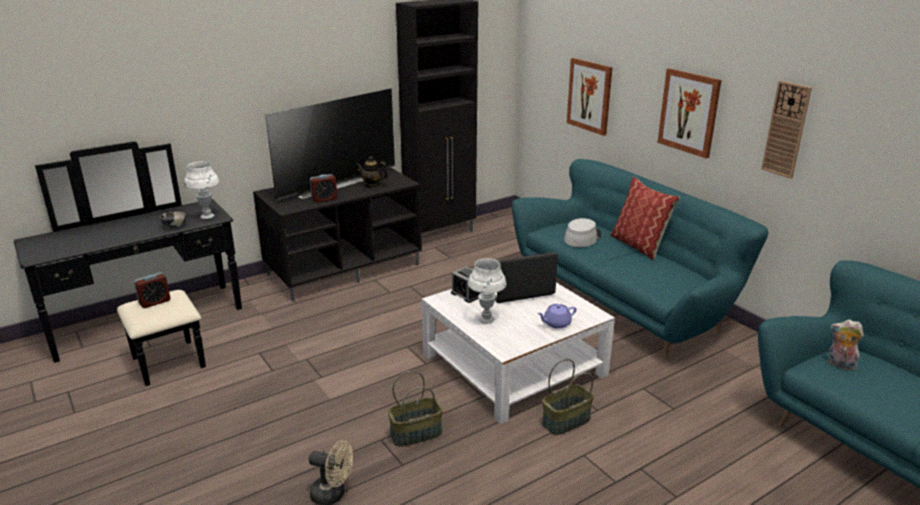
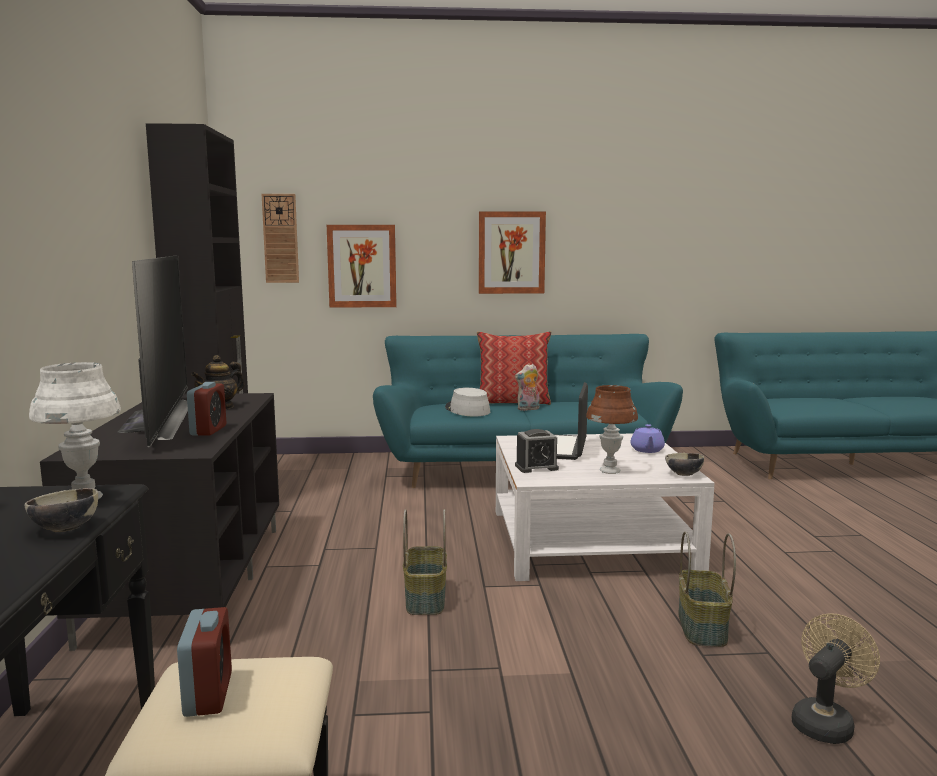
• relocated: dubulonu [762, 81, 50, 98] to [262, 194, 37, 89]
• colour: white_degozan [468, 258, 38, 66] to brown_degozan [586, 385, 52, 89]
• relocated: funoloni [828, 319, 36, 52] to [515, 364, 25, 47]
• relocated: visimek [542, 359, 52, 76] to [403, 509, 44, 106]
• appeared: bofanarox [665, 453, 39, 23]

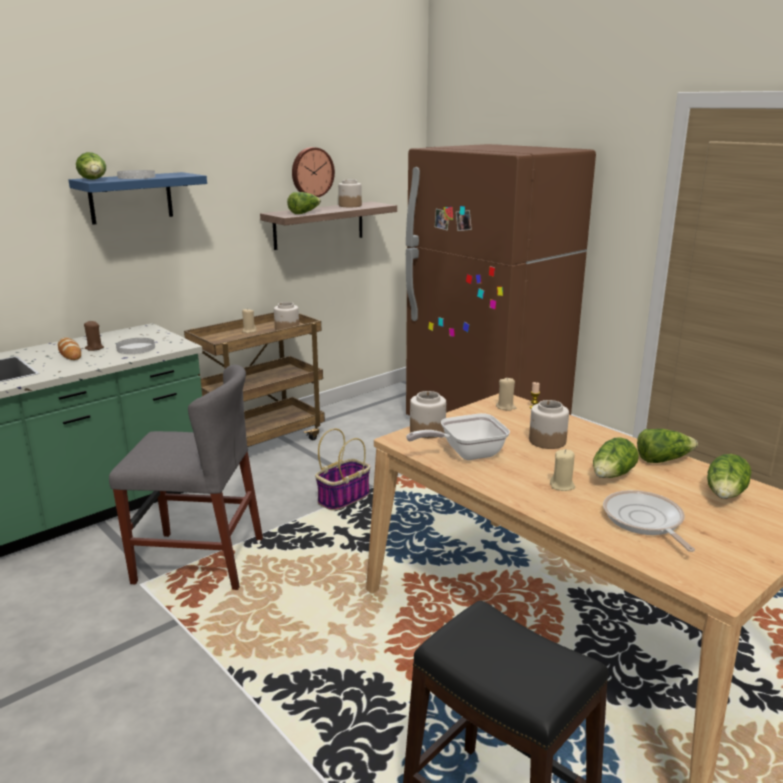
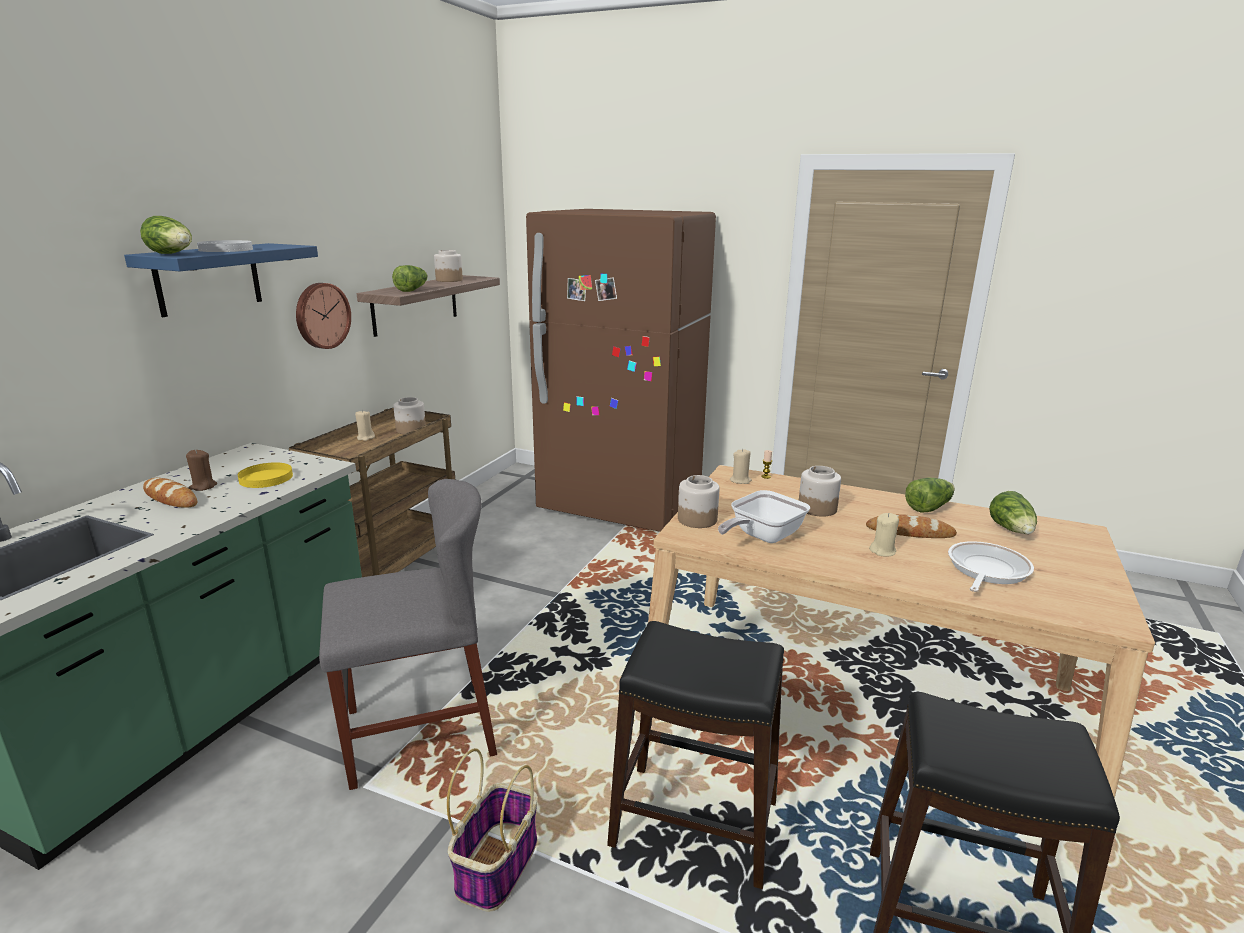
• relocated: dubulonu [292, 147, 43, 50] to [296, 283, 55, 66]
• colour: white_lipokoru [116, 338, 39, 16] to yellow_lipokoru [238, 463, 55, 25]
• relocated: visimek [315, 429, 55, 81] to [447, 748, 91, 164]
• exchanged: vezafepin [593, 437, 46, 41] to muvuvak [866, 514, 91, 24]
• spun: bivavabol [603, 490, 92, 62] = [948, 541, 86, 51] 75 degrees clockwise
• appeared: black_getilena [607, 621, 177, 268]

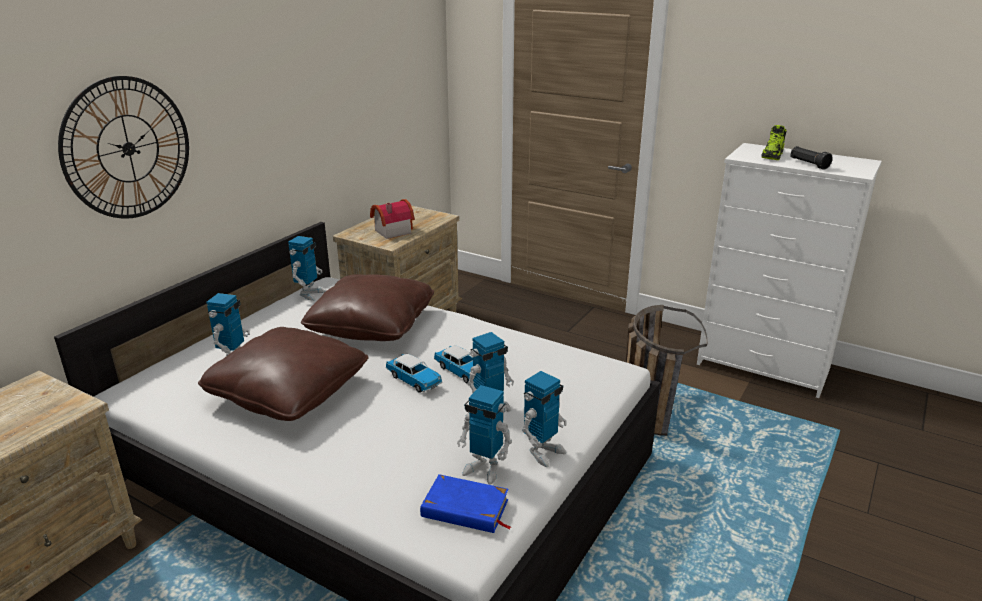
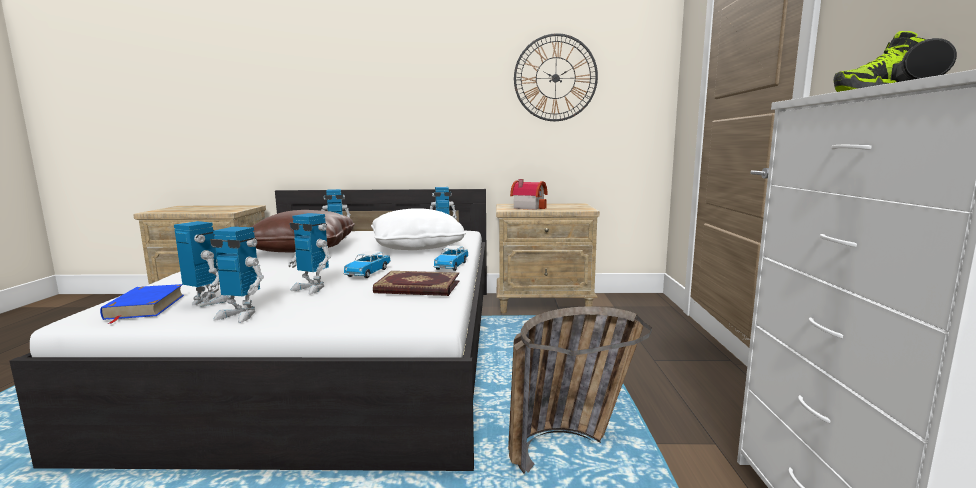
• relocated: dubulonu [58, 76, 131, 143] to [514, 33, 84, 88]
• colour: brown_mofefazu [301, 274, 133, 67] to white_mofefazu [371, 208, 95, 42]
• relocated: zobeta [386, 354, 56, 39] to [433, 245, 35, 26]
• spun: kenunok [457, 385, 55, 99] = [174, 221, 56, 86] 120 degrees clockwise
• appeared: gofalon [373, 271, 86, 25]

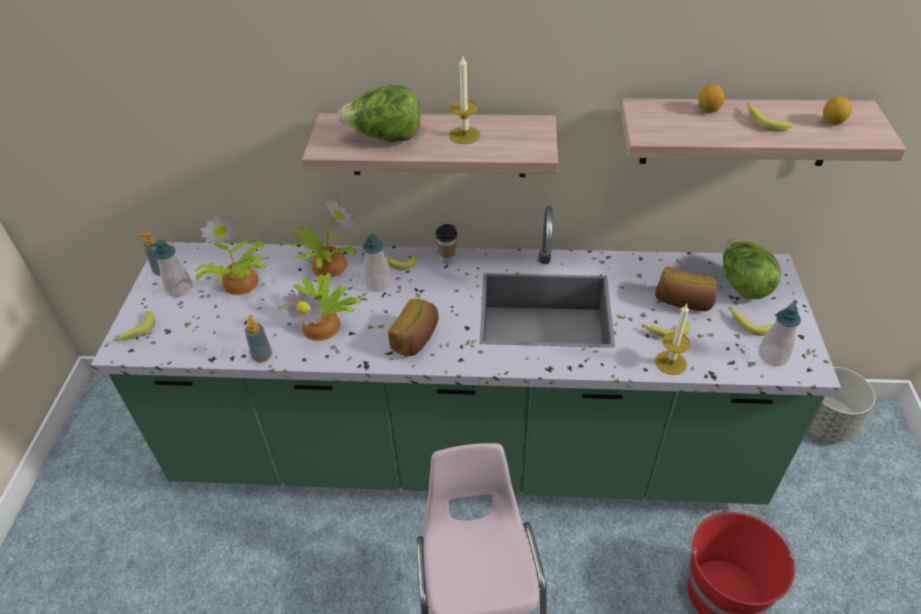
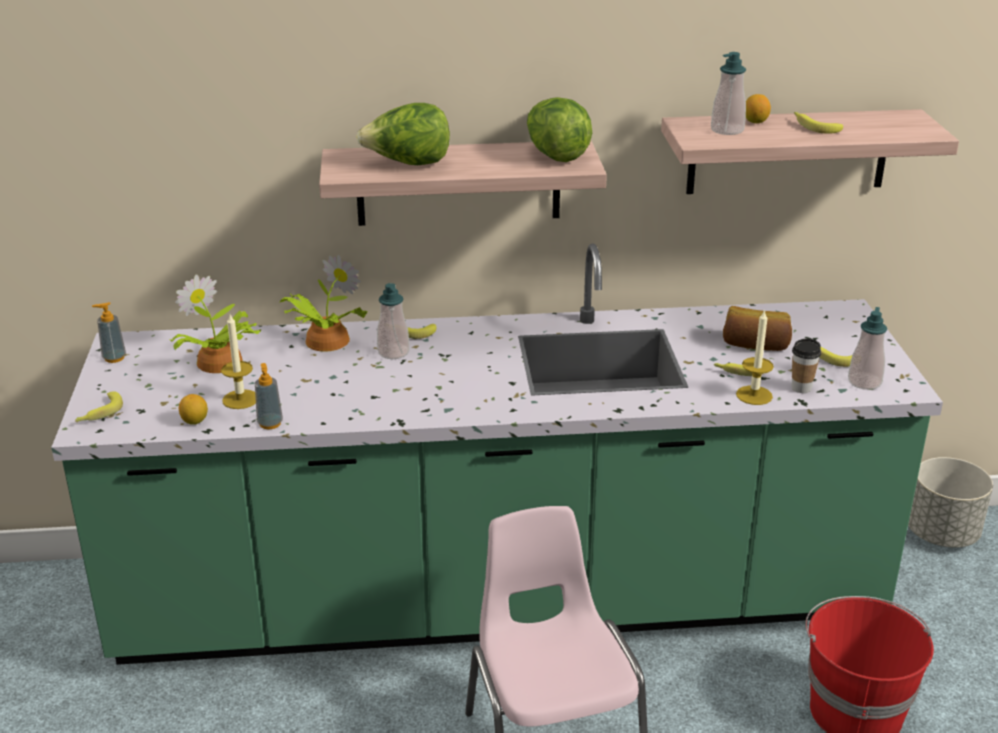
• relocated: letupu [449, 56, 32, 88] to [221, 315, 35, 94]
• relocated: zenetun [823, 96, 29, 29] to [179, 394, 29, 31]
• relocated: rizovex [435, 224, 22, 40] to [792, 338, 29, 55]
• relocated: vezafepin [723, 239, 58, 60] to [527, 97, 65, 65]
• relocated: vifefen [149, 240, 43, 57] to [711, 52, 35, 83]
• missing: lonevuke [278, 273, 83, 68]
• missing: muvuvak [388, 299, 51, 57]

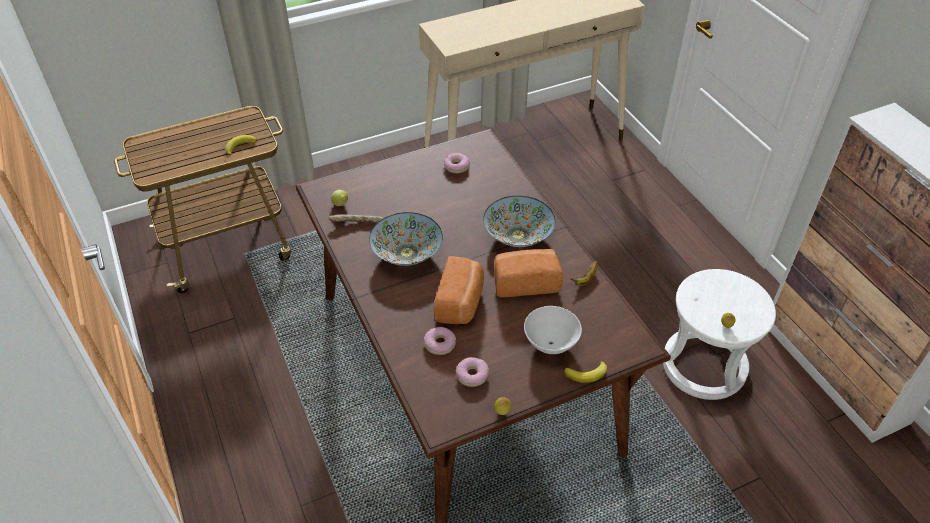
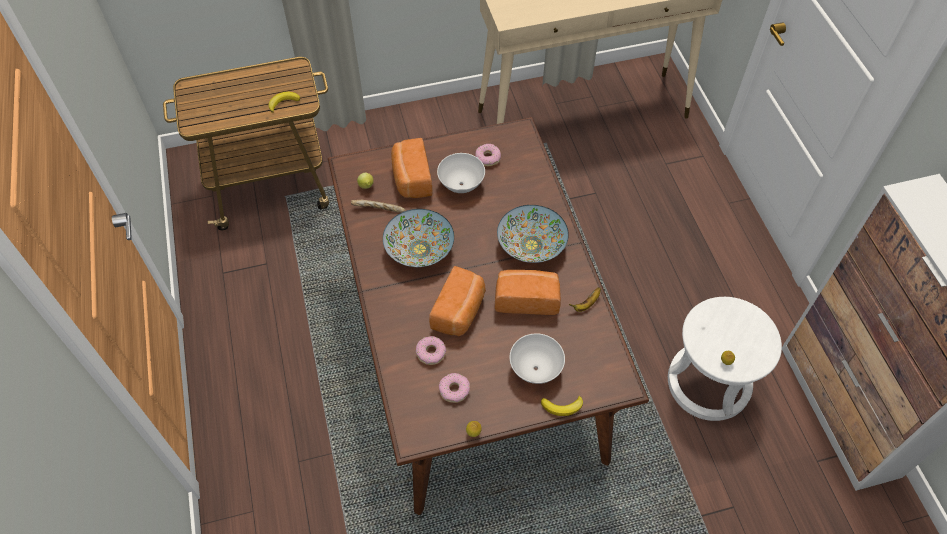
• appeared: muvuvak [391, 138, 42, 60]
• appeared: white_bofanarox [437, 153, 48, 40]

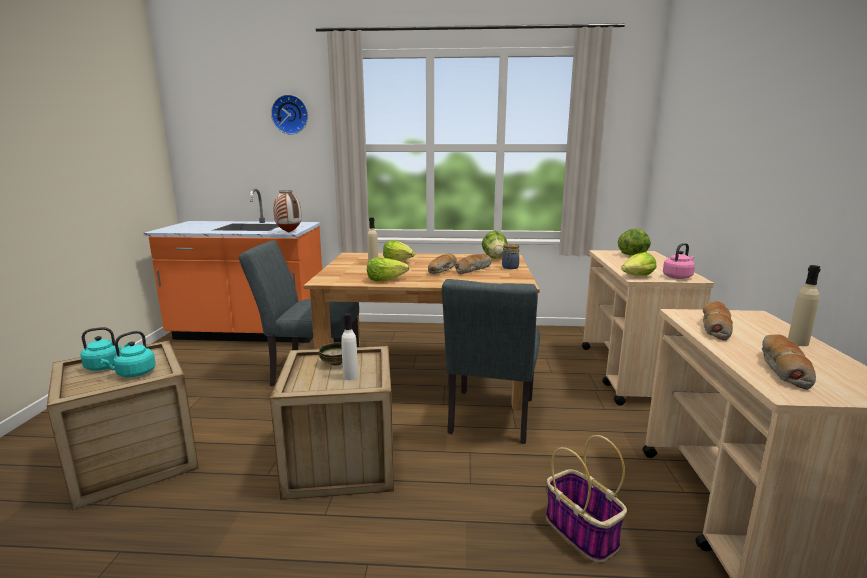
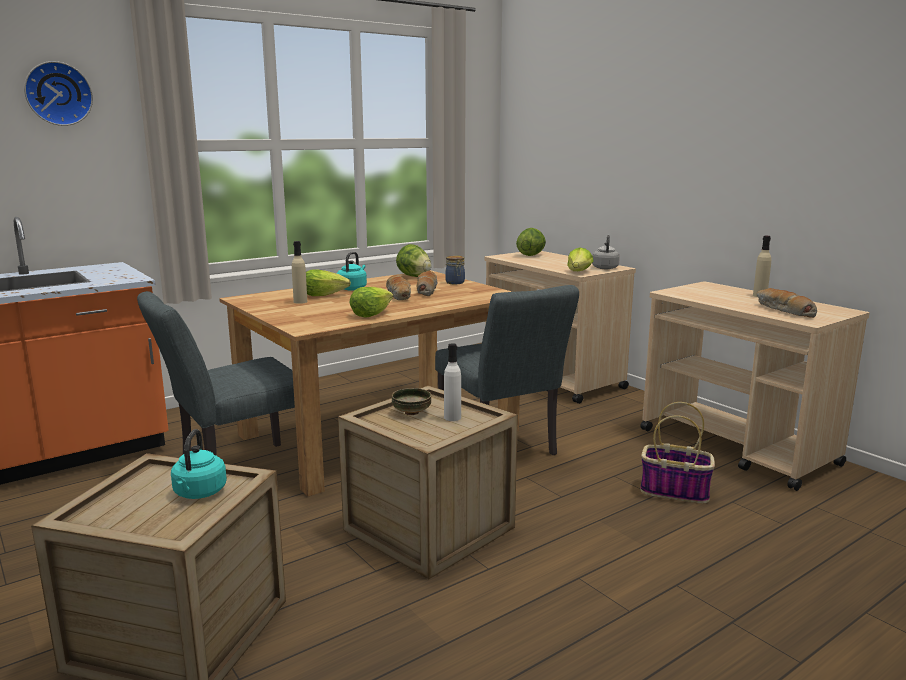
• missing: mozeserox [273, 190, 29, 42]
• colour: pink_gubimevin [663, 243, 32, 36] to grey_gubimevin [592, 235, 28, 34]
• missing: muvuvak [703, 301, 30, 40]
• relocated: turquoise_gubimevin [80, 327, 51, 44] to [337, 252, 30, 39]

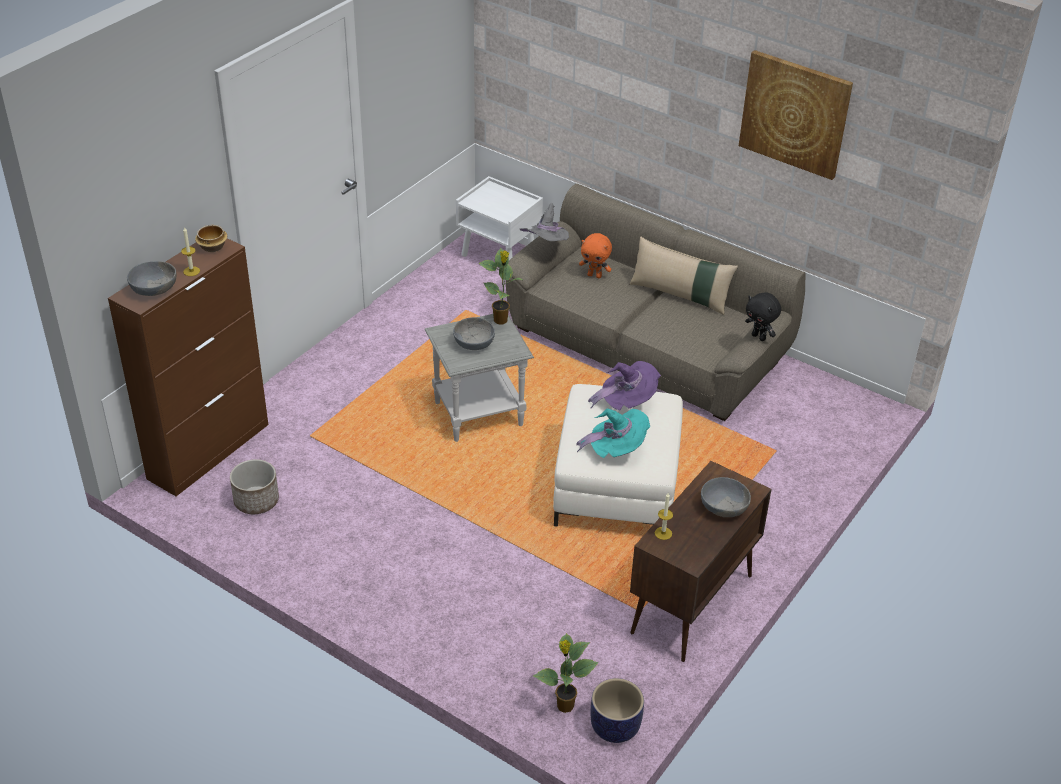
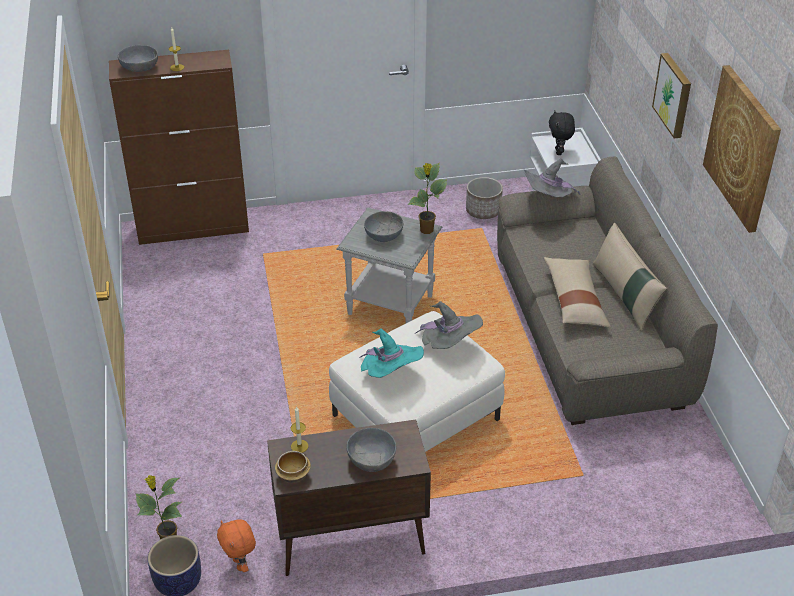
• relocated: bofanarox [195, 225, 32, 27] to [275, 451, 36, 32]
• relocated: orange_funoloni [579, 233, 33, 45] to [217, 520, 39, 52]
• relocated: black_funoloni [745, 292, 36, 49] to [549, 111, 26, 44]
• colour: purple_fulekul [588, 361, 73, 49] to grey_fulekul [416, 301, 67, 48]
• relocated: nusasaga [230, 459, 49, 55] to [466, 177, 37, 42]
• appeared: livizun [652, 53, 39, 86]
• appeared: beige_mofefazu [544, 257, 67, 70]

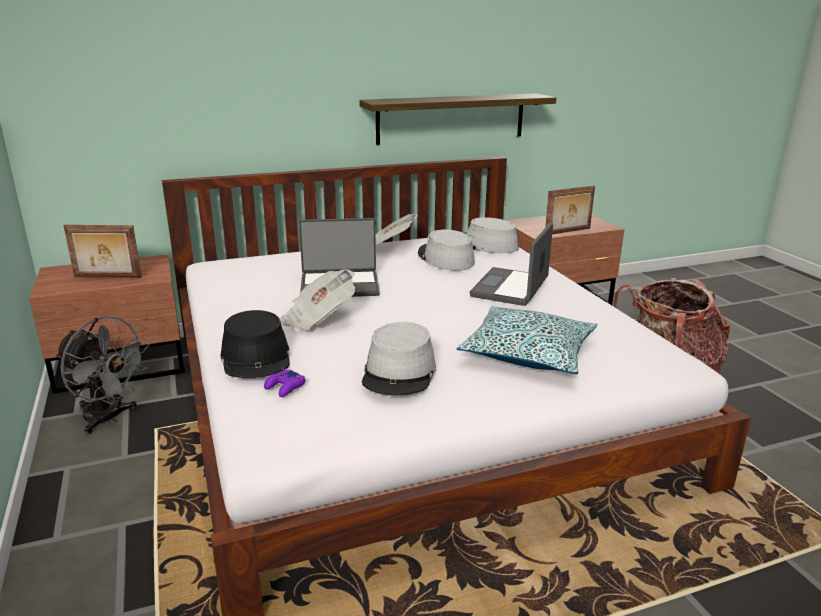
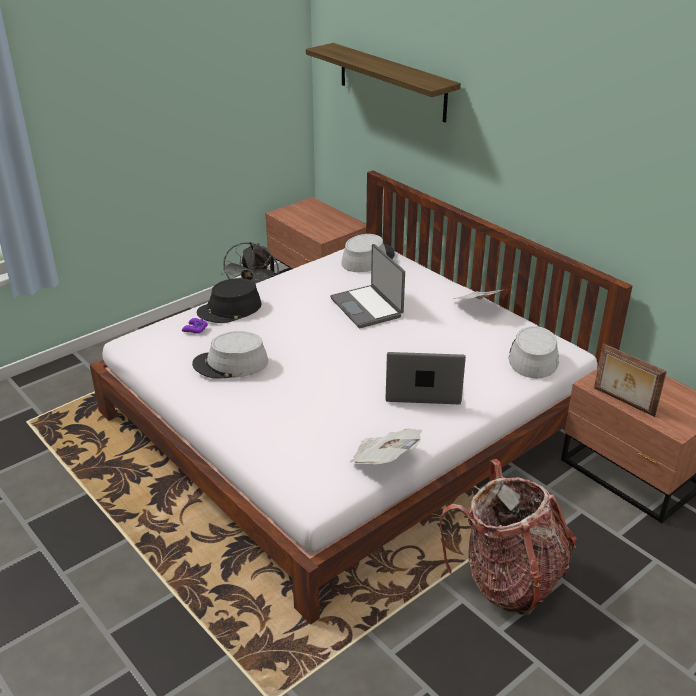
• relocated: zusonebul [359, 93, 197, 52] to [306, 43, 155, 79]
• missing: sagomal [63, 225, 79, 53]
• relocated: grey_fulekul [418, 229, 57, 42] to [342, 234, 53, 38]
• relocated: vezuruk [279, 269, 77, 62] to [350, 428, 73, 36]
• missing: mofefazu [456, 306, 142, 68]

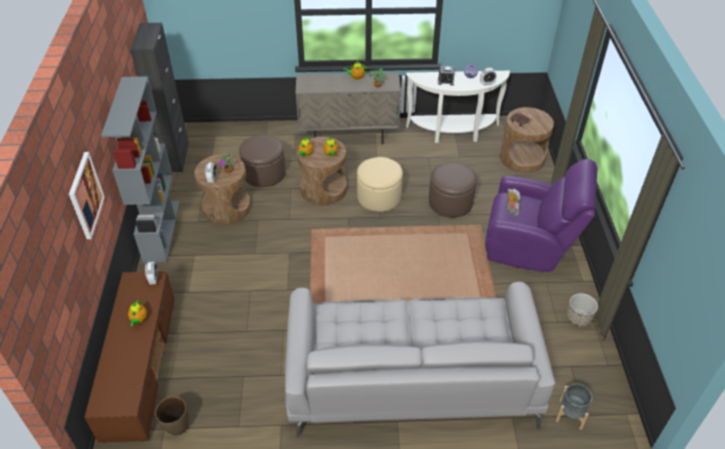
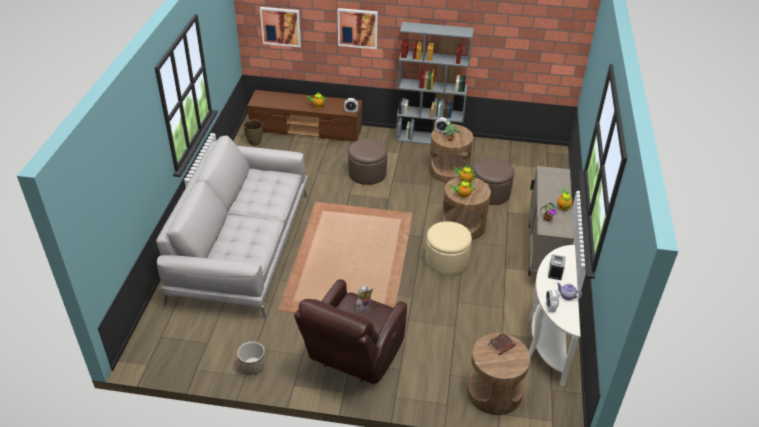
• missing: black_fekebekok [130, 23, 59, 149]
• colour: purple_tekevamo [485, 159, 113, 113] to brown_tekevamo [294, 279, 113, 105]
• relocated: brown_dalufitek [429, 162, 48, 55] to [348, 138, 39, 47]
• missing: grey_nusasaga [556, 383, 37, 47]
• appeared: livizun [260, 7, 41, 40]

